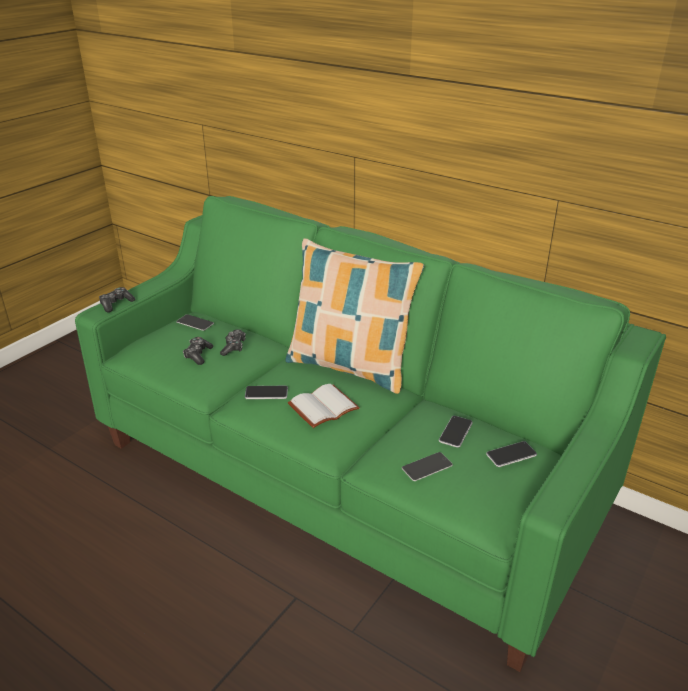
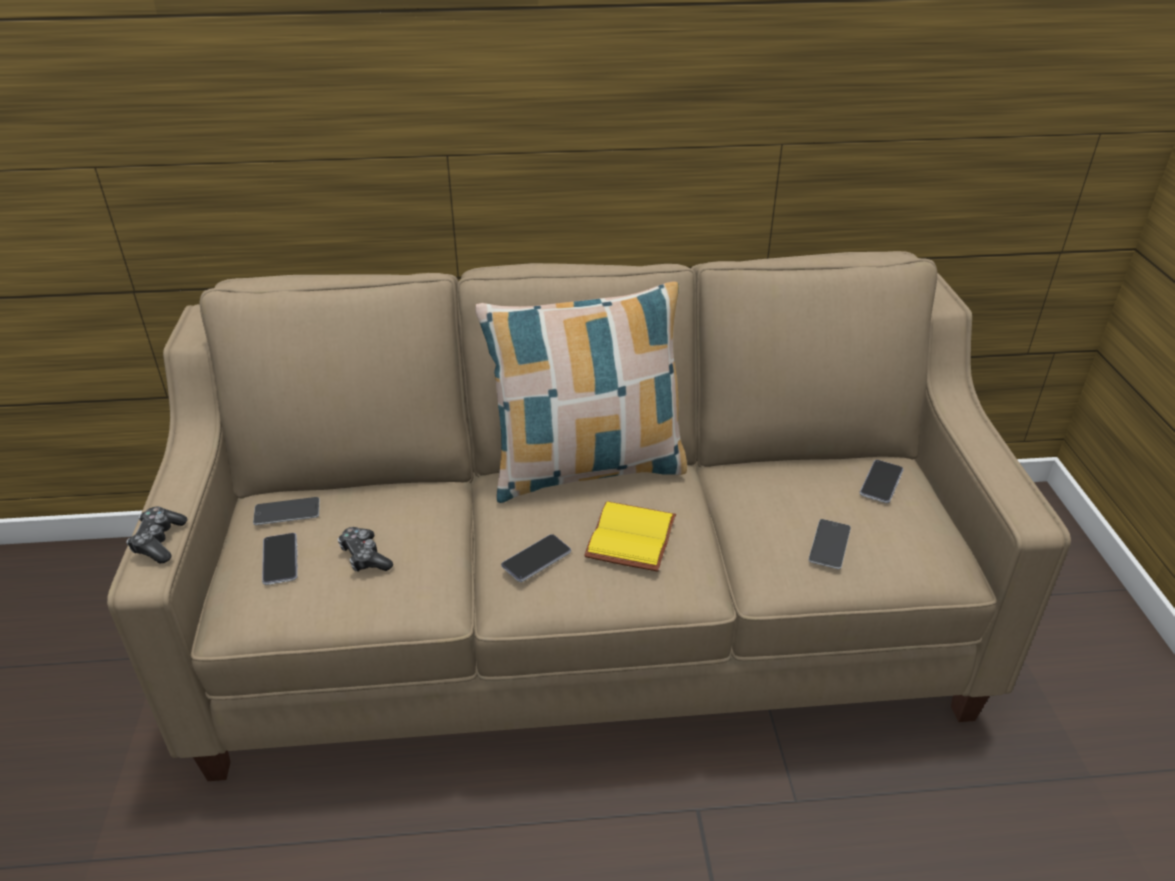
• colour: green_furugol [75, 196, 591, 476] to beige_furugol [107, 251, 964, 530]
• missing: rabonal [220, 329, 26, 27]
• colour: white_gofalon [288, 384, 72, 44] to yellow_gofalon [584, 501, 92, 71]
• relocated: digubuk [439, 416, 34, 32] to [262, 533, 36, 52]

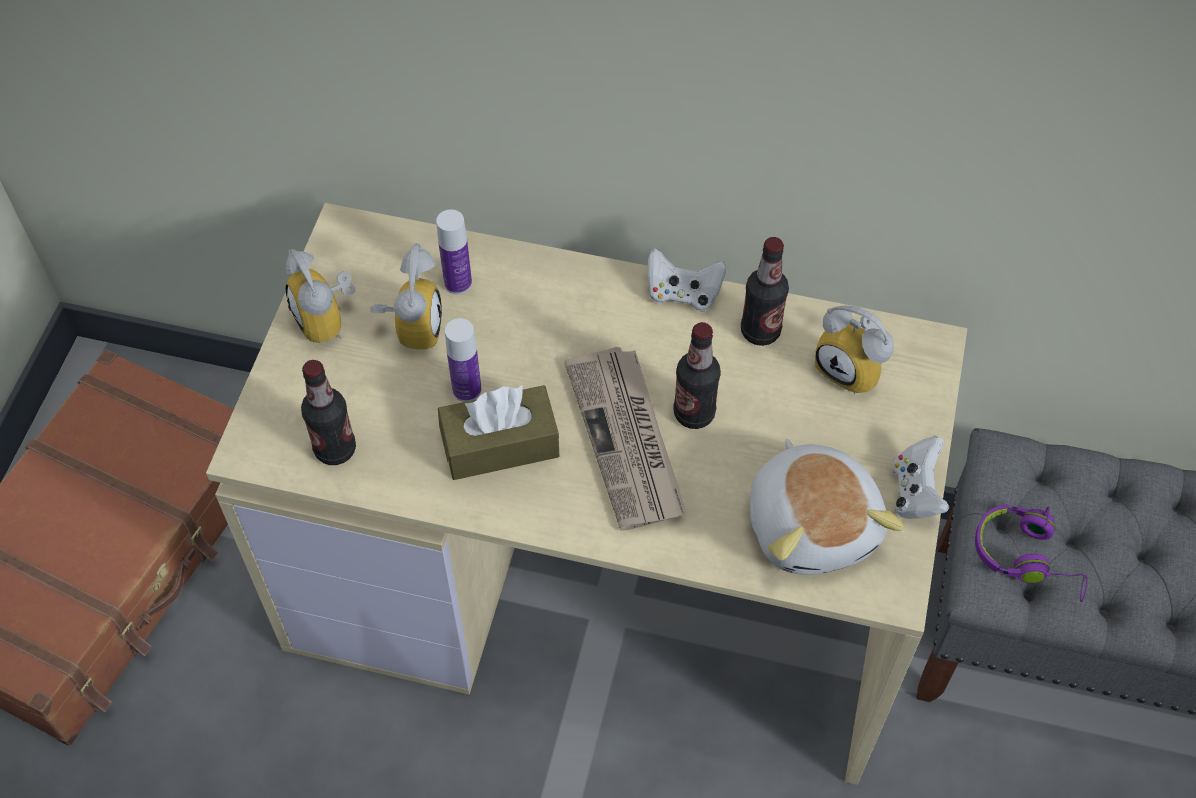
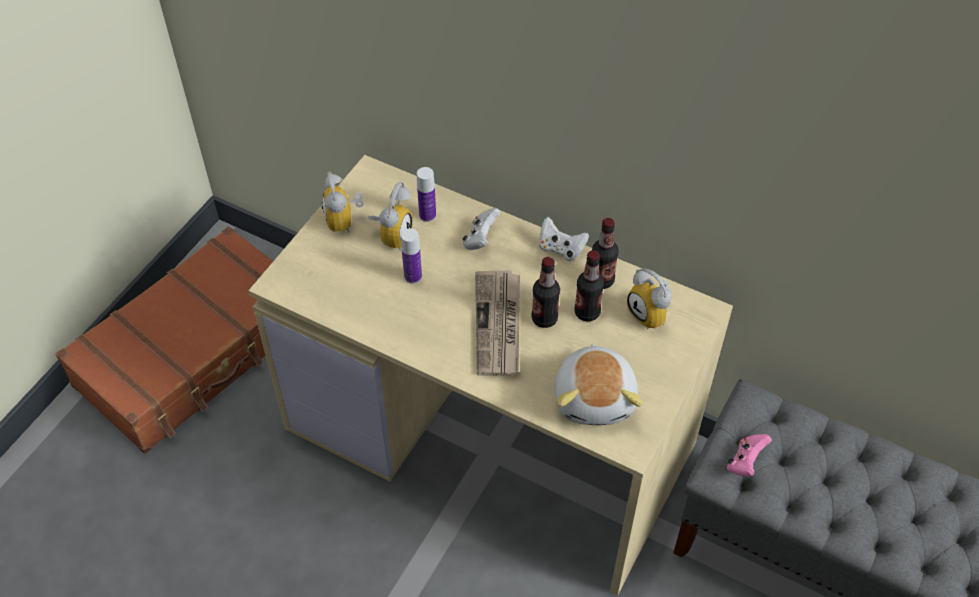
• relocated: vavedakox [301, 360, 55, 105] to [575, 250, 29, 71]
• missing: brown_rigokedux [438, 385, 121, 95]
• relocated: white_rabonal [892, 436, 57, 83] to [462, 208, 38, 42]
• exchanged: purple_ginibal [975, 504, 113, 98] to pink_rabonal [727, 434, 45, 42]

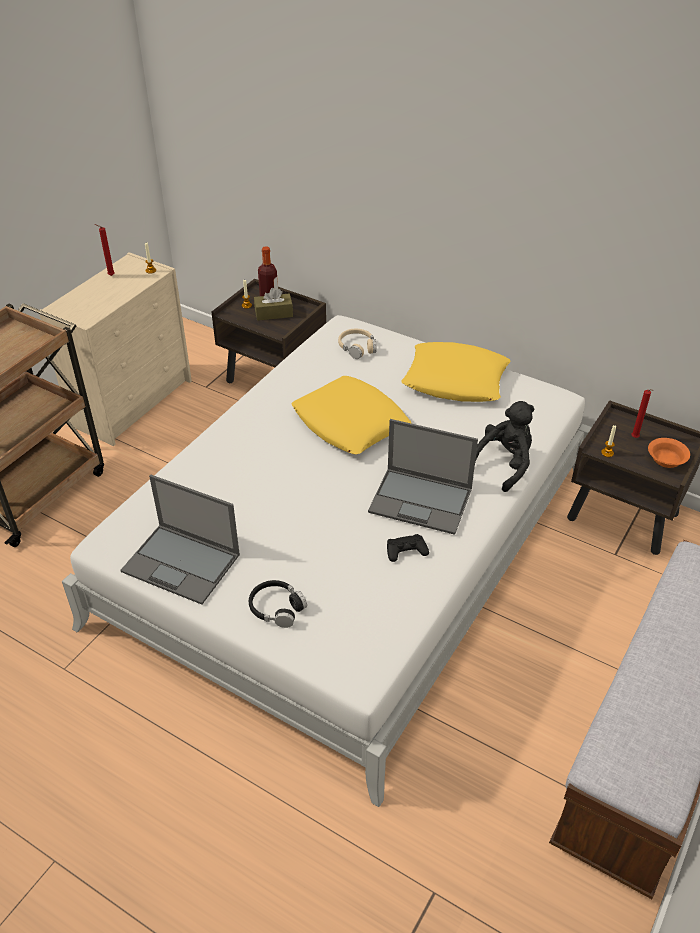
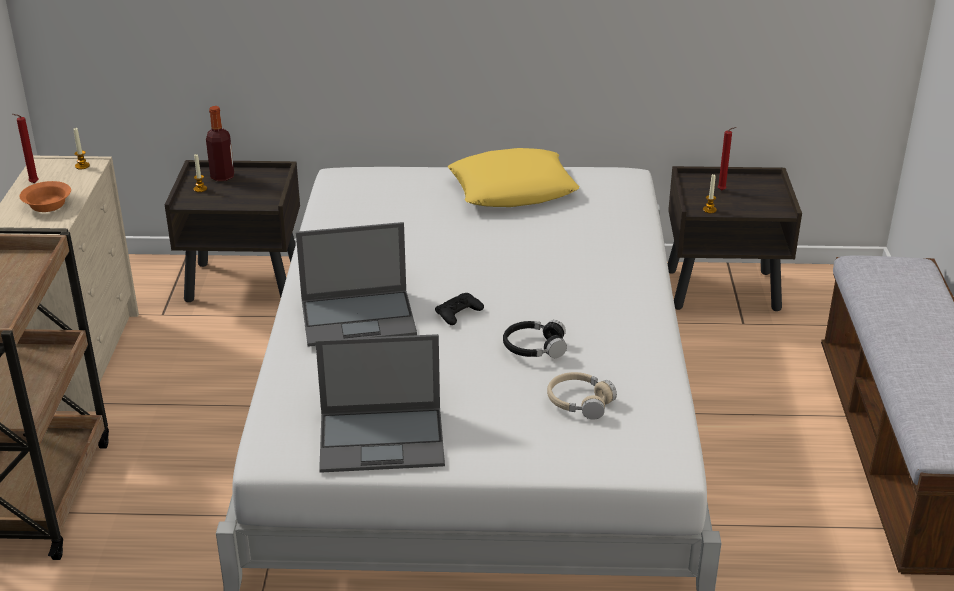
• missing: brown_rigokedux [254, 288, 39, 33]
• relocated: beige_ginibal [338, 329, 38, 30] to [547, 372, 70, 48]
• missing: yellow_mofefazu [292, 376, 120, 78]
• missing: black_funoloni [475, 401, 59, 91]
• relocated: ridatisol [368, 419, 110, 116] to [296, 222, 121, 125]
• relocated: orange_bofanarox [648, 438, 42, 30] to [19, 181, 52, 31]
• relocated: black_rabonal [387, 534, 42, 28] to [435, 293, 49, 32]
• relocated: black_ginibal [249, 580, 58, 48] to [503, 320, 64, 38]

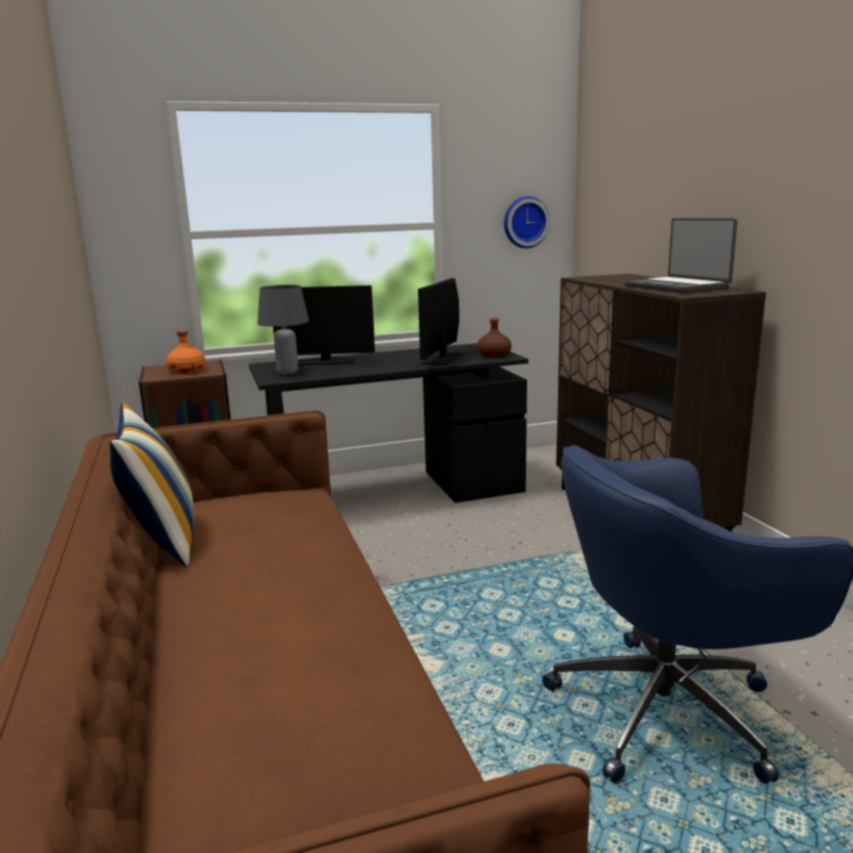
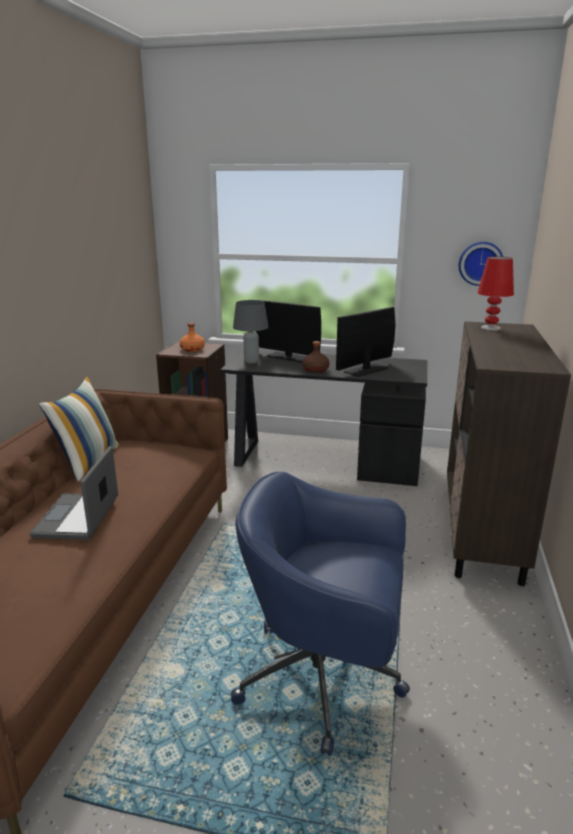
• relocated: ridatisol [625, 218, 113, 75] to [30, 446, 88, 94]
• relocated: brown_vavedakox [477, 318, 35, 39] to [303, 341, 27, 32]
• appeared: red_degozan [477, 257, 37, 74]

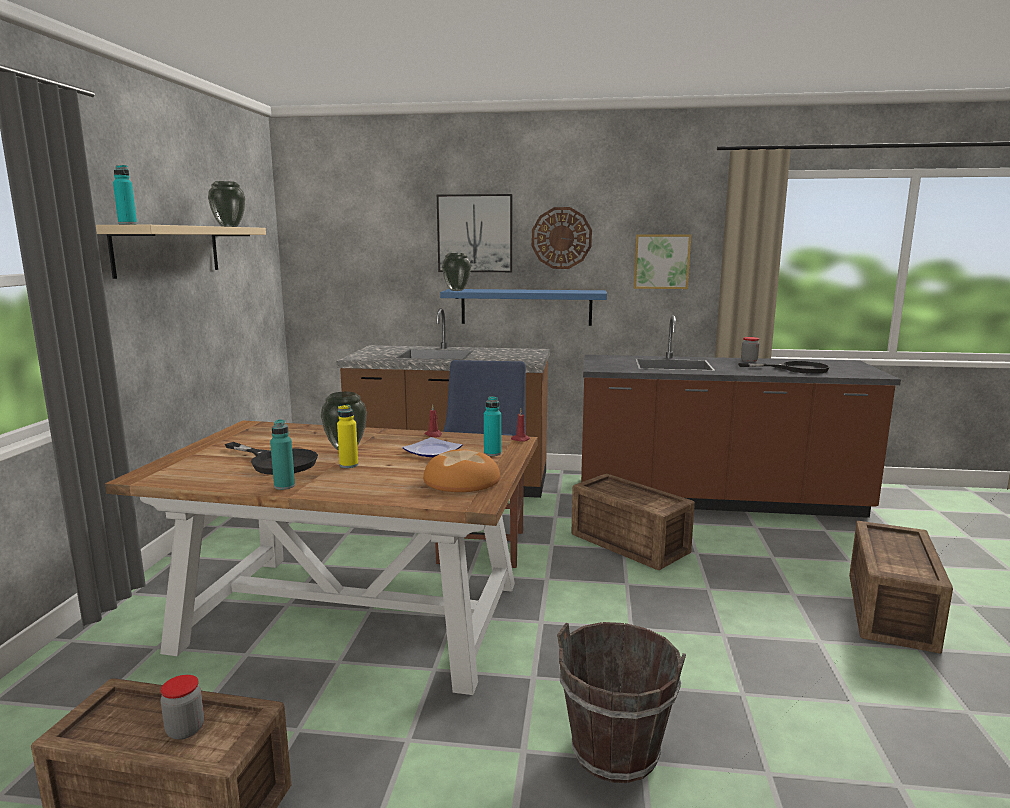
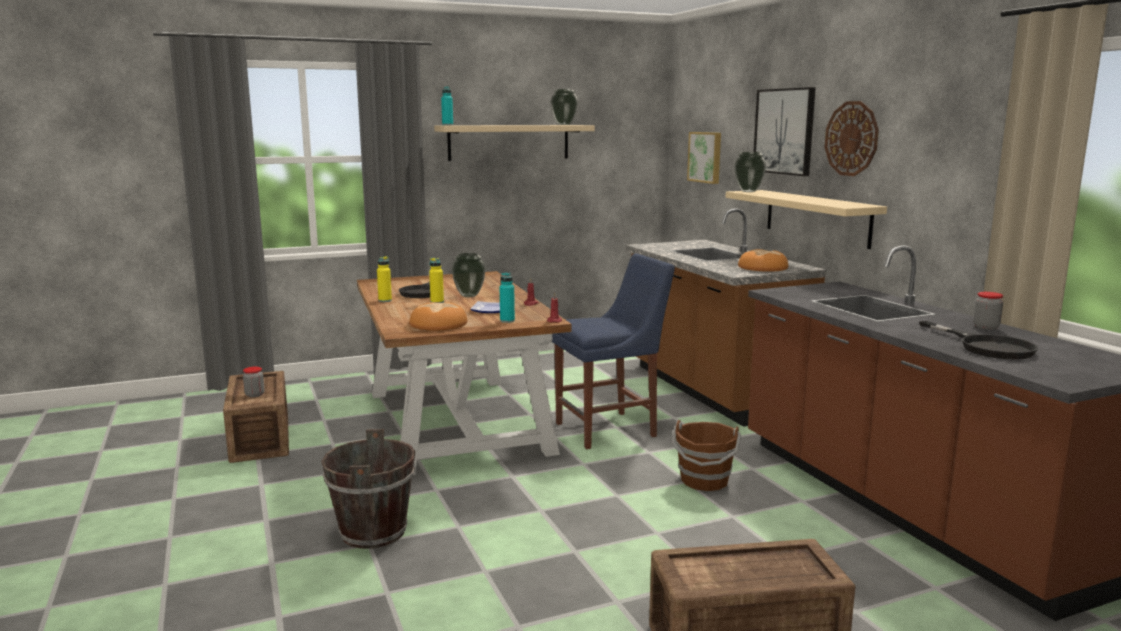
• relocated: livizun [634, 234, 57, 55] to [687, 132, 34, 52]
• colour: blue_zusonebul [440, 289, 167, 37] to beige_zusonebul [725, 190, 162, 59]
• colour: turquoise_vavedakox [270, 419, 25, 71] to yellow_vavedakox [377, 256, 15, 46]
• exchanged: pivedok [571, 474, 124, 96] to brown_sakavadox [672, 420, 69, 71]
• appeared: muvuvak [738, 249, 50, 23]

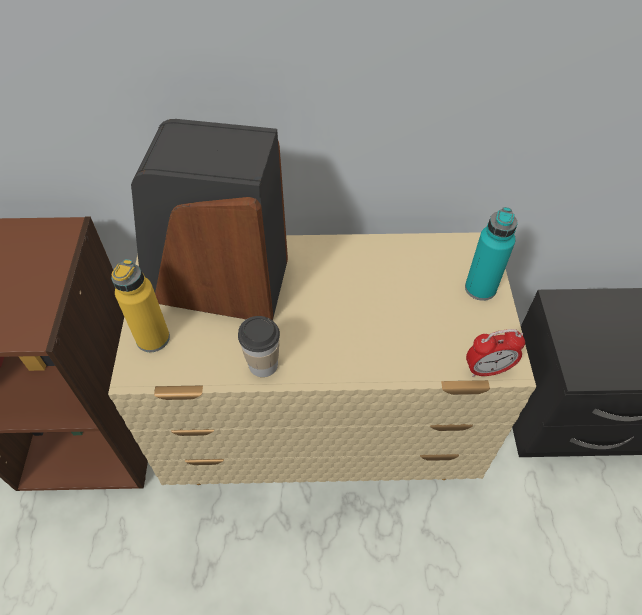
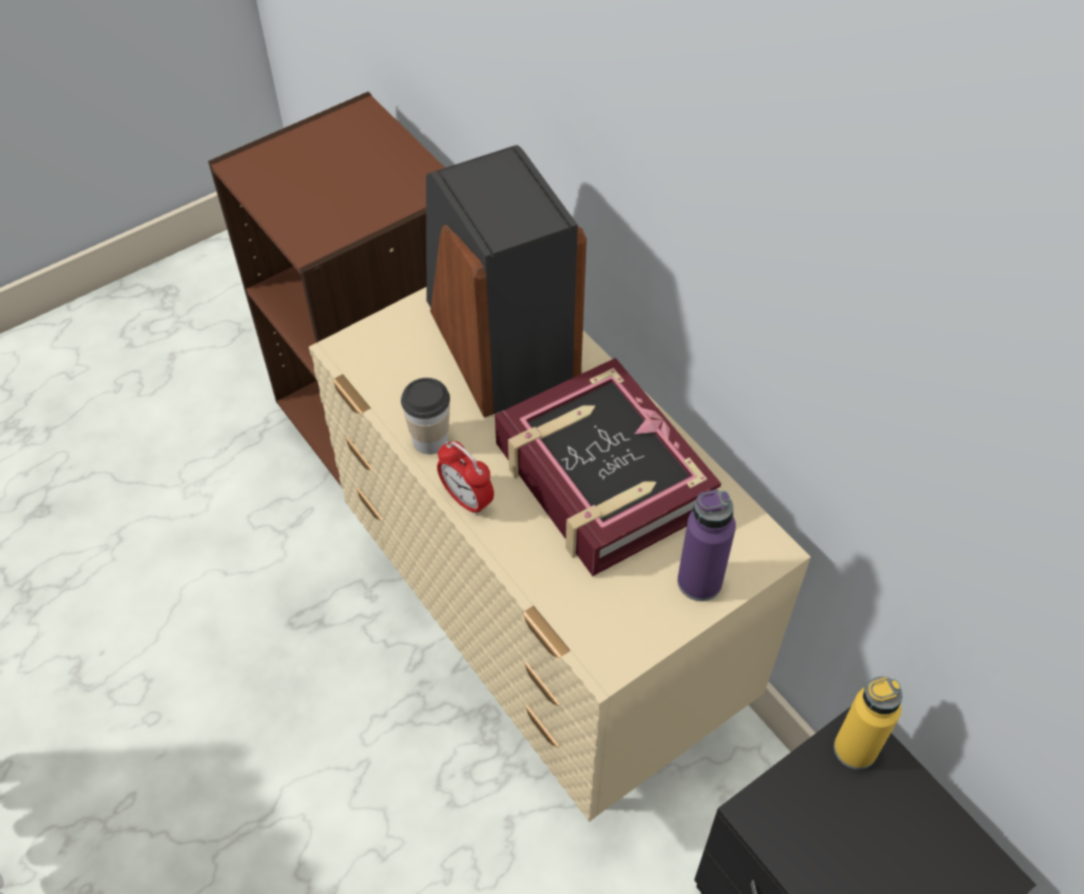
• colour: turquoise_vavedakox [465, 207, 53, 94] to purple_vavedakox [677, 489, 59, 112]
• relocated: yellow_vavedakox [111, 259, 59, 93] to [834, 676, 68, 94]
• relocated: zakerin [466, 329, 59, 48] to [437, 441, 57, 75]
• appeared: gofalon [495, 358, 226, 218]

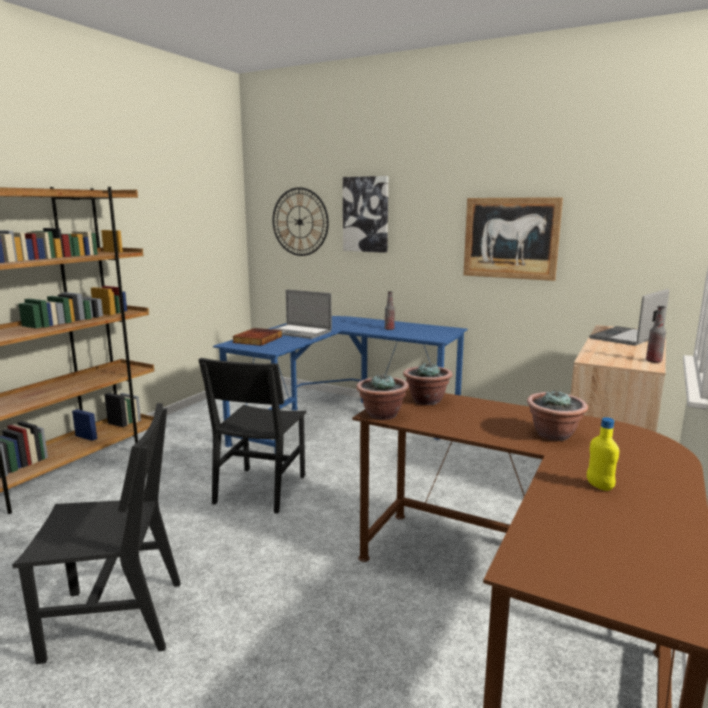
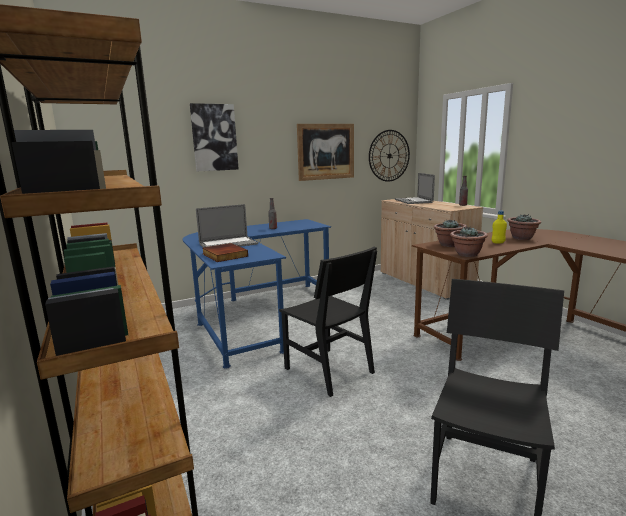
• relocated: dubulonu [273, 187, 56, 69] to [369, 130, 41, 52]
• relocated: yellow_vavedakox [587, 417, 32, 74] to [492, 210, 15, 33]

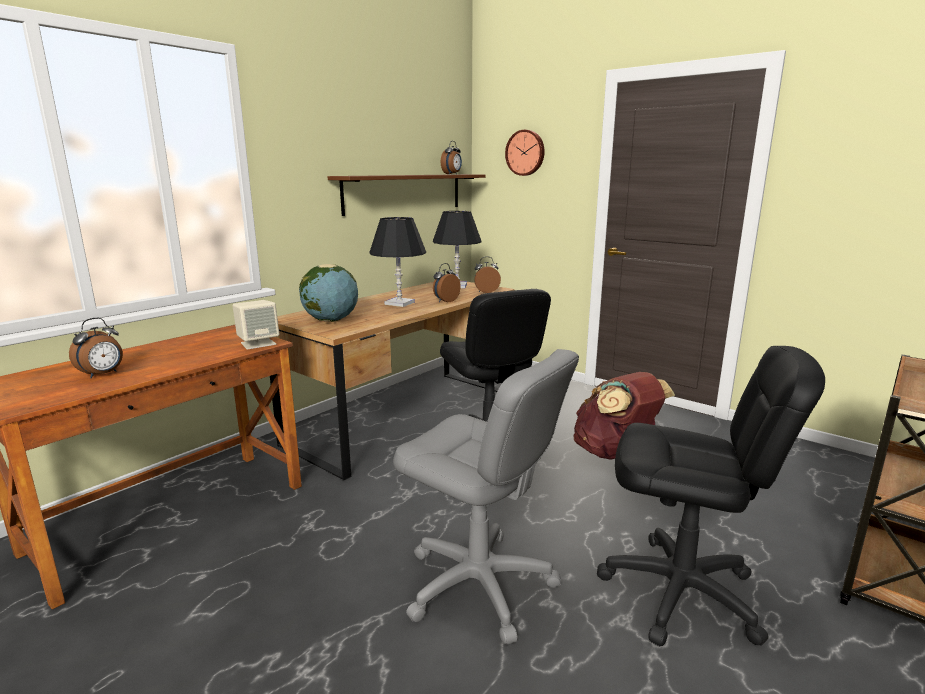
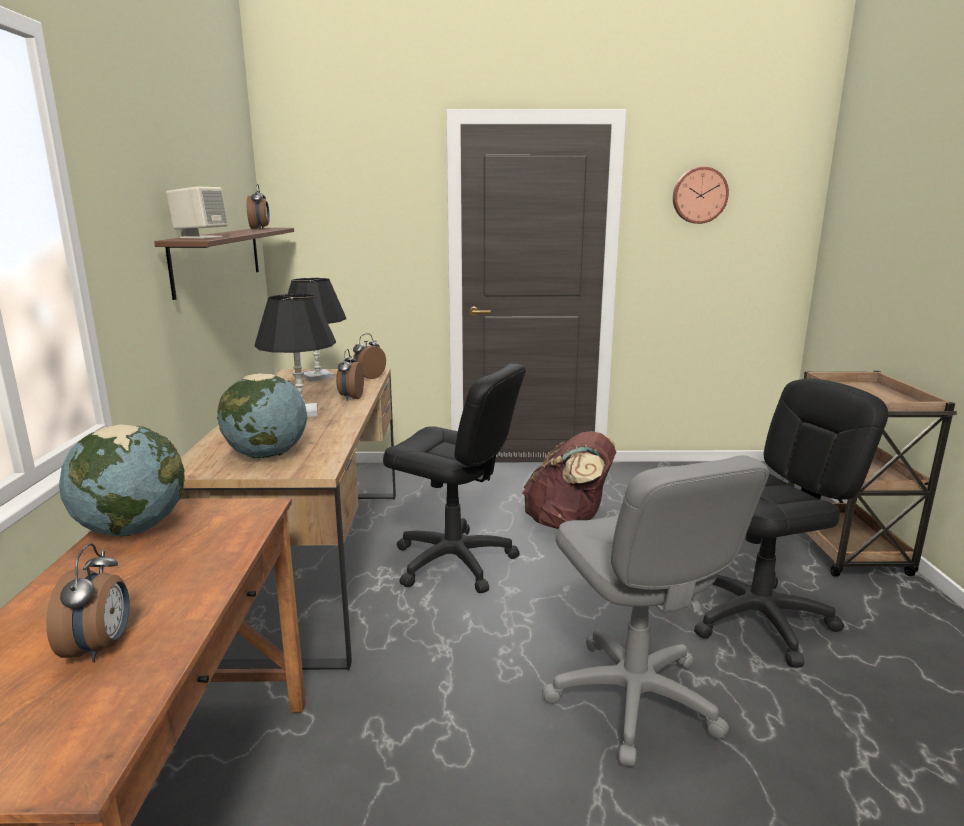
• relocated: dubulonu [505, 130, 40, 46] to [673, 167, 56, 57]
• relocated: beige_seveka [233, 300, 46, 50] to [166, 187, 62, 52]
• spun: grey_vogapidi [393, 349, 186, 296] = [542, 455, 227, 312] 75 degrees clockwise
• appeared: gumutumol [59, 424, 126, 112]

